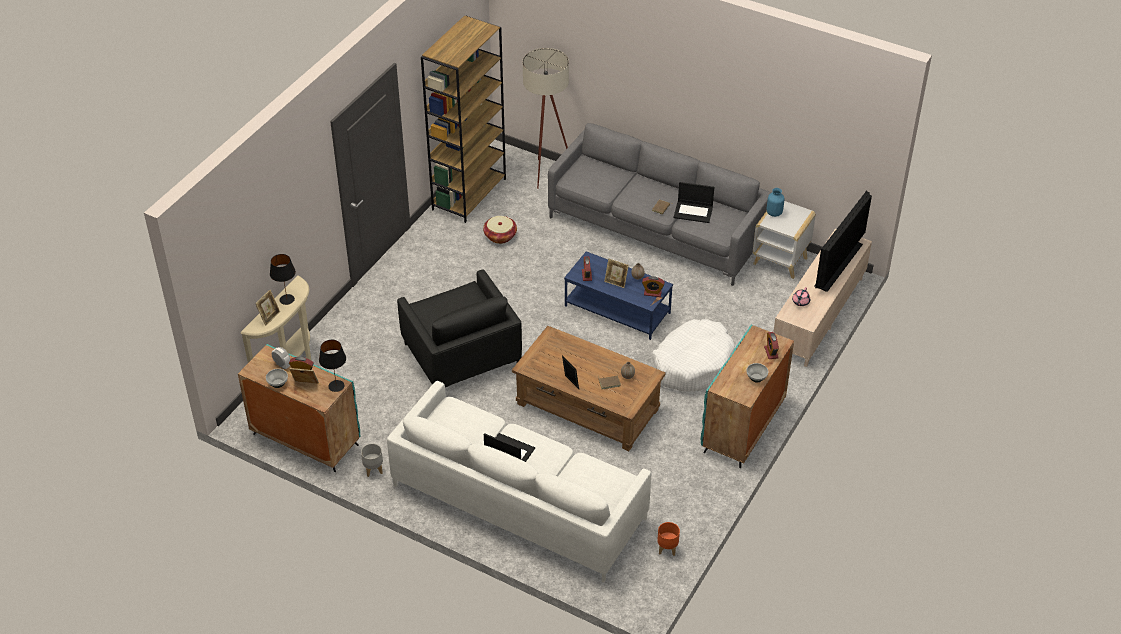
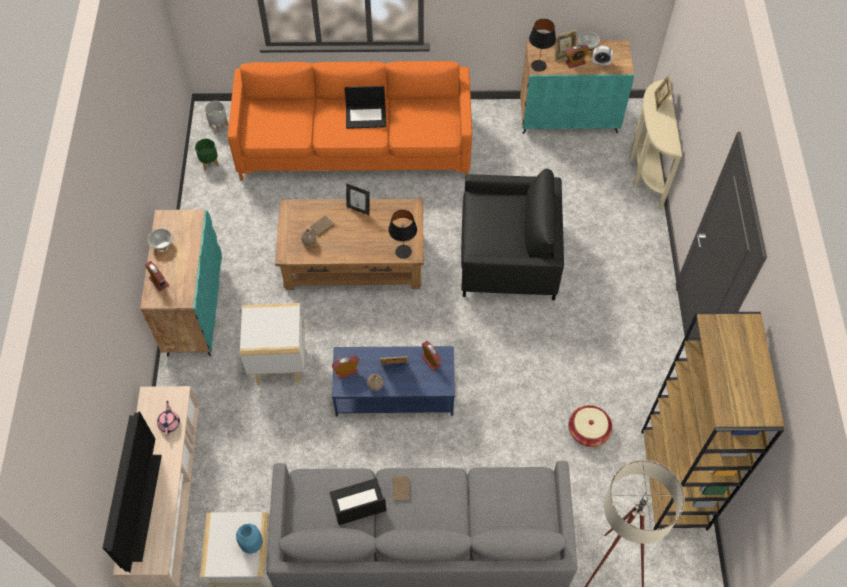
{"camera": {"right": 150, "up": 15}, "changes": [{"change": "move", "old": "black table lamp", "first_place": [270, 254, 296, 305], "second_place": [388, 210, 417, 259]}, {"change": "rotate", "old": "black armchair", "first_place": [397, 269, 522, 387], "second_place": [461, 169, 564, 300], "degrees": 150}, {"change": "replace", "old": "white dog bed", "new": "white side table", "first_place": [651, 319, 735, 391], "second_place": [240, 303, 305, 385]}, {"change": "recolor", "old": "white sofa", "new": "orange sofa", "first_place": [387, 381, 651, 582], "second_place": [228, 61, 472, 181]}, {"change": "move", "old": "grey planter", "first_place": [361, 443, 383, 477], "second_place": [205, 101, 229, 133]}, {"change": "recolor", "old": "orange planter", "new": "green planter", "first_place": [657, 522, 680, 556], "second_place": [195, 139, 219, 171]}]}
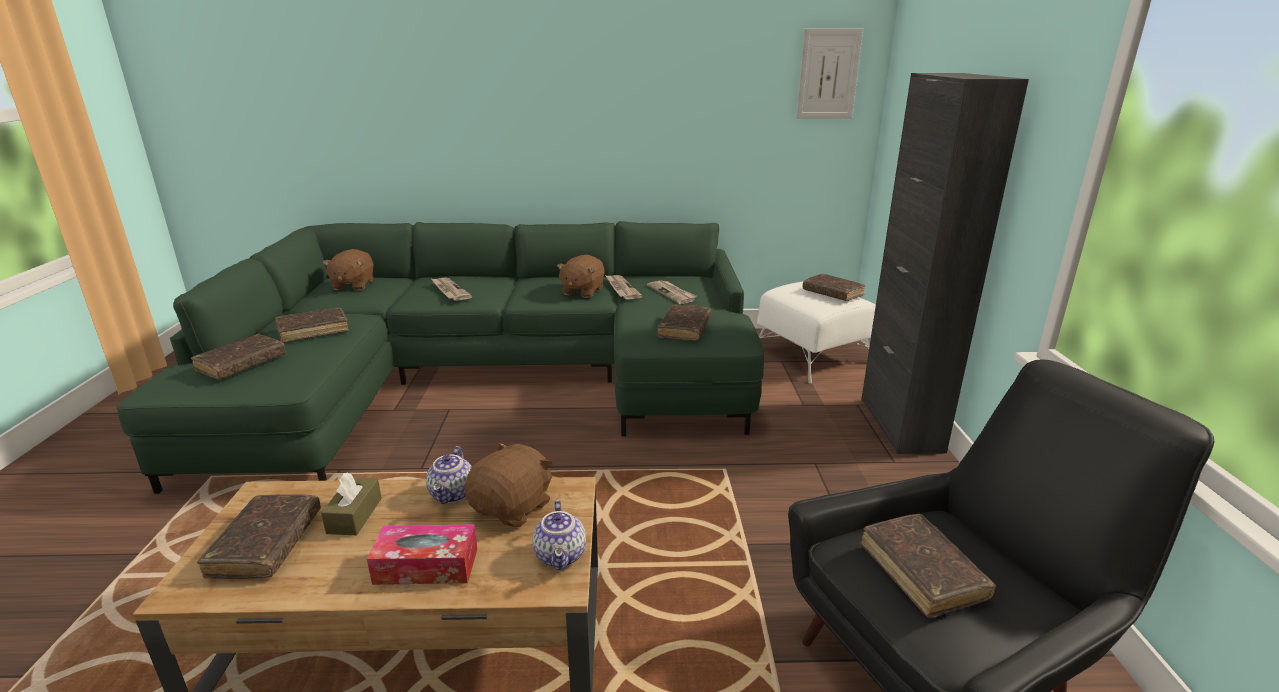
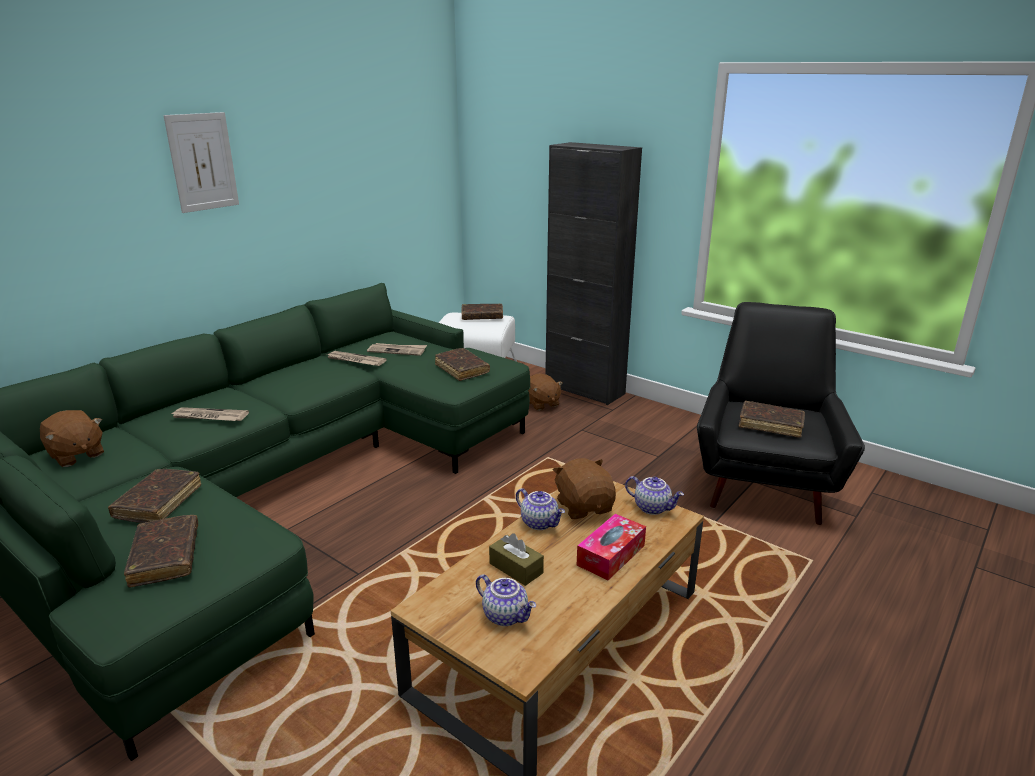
{"camera": {"right": -50, "up": 0}, "changes": [{"change": "move", "old": "picture", "first_place": [796, 28, 863, 119], "second_place": [163, 112, 239, 213]}, {"change": "move", "old": "brown plush toy", "first_place": [557, 255, 605, 298], "second_place": [528, 374, 563, 411]}, {"change": "replace", "old": "brown book", "new": "teapot", "first_place": [197, 494, 321, 579], "second_place": [476, 574, 536, 626]}]}
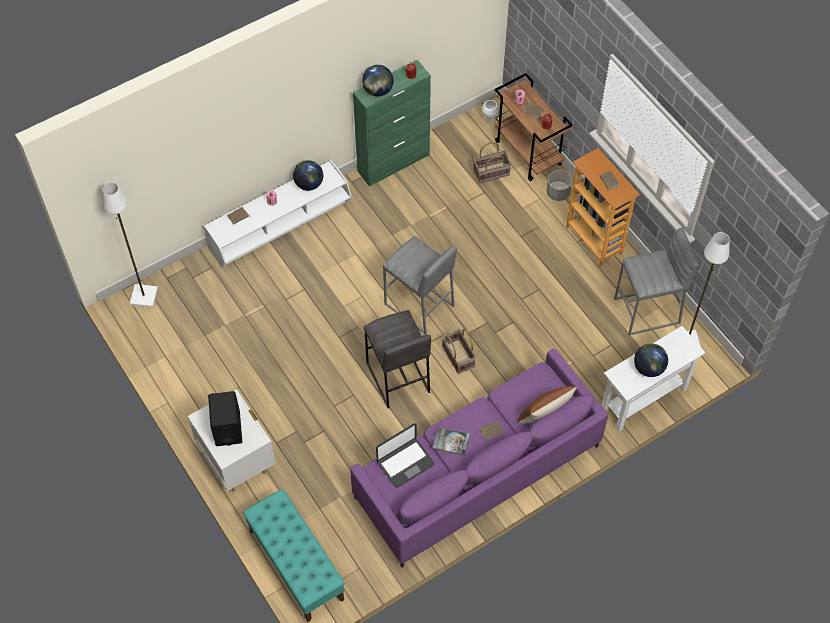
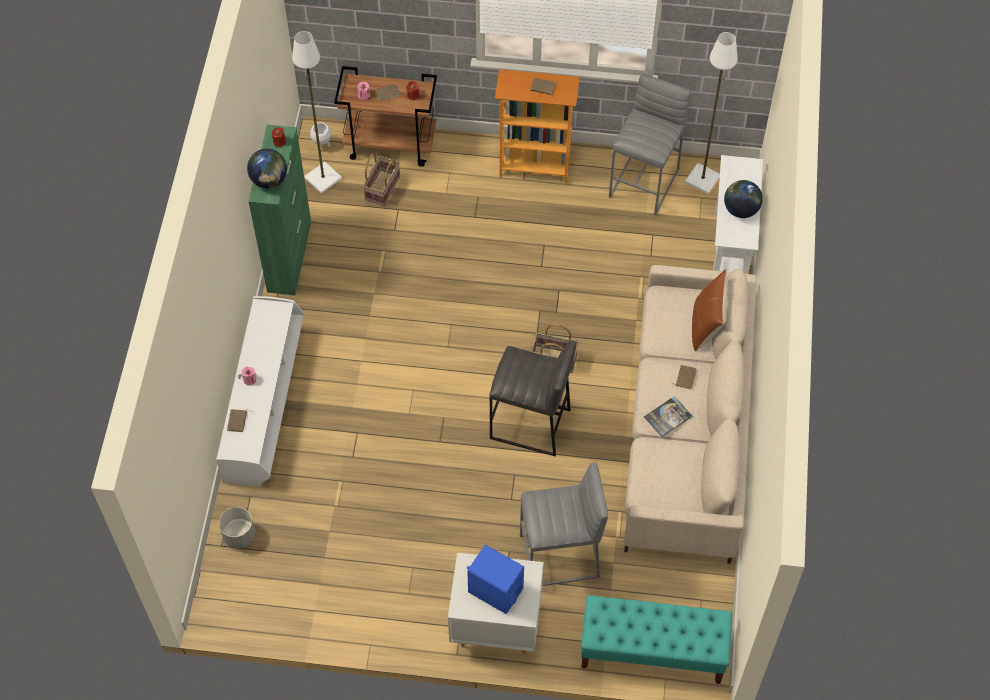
{"camera": {"right": -50, "up": 0}, "changes": [{"change": "delete", "old": "globe", "first_place": [293, 160, 323, 191]}, {"change": "move", "old": "grey planter", "first_place": [546, 170, 572, 201], "second_place": [219, 507, 255, 548]}, {"change": "move", "old": "white floor lamp", "first_place": [102, 182, 158, 307], "second_place": [292, 31, 342, 194]}, {"change": "move", "old": "grey stool", "first_place": [383, 236, 457, 335], "second_place": [520, 463, 608, 586]}, {"change": "recolor", "old": "purple sofa", "new": "beige sofa", "first_place": [350, 349, 608, 567], "second_place": [624, 265, 756, 564]}, {"change": "recolor", "old": "black speaker", "new": "blue speaker", "first_place": [208, 391, 242, 446], "second_place": [467, 545, 524, 614]}, {"change": "delete", "old": "laptop", "first_place": [376, 423, 435, 488]}]}
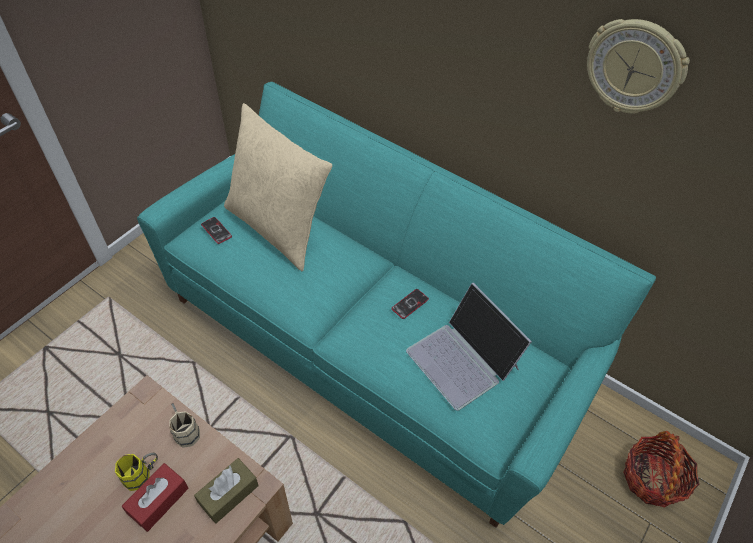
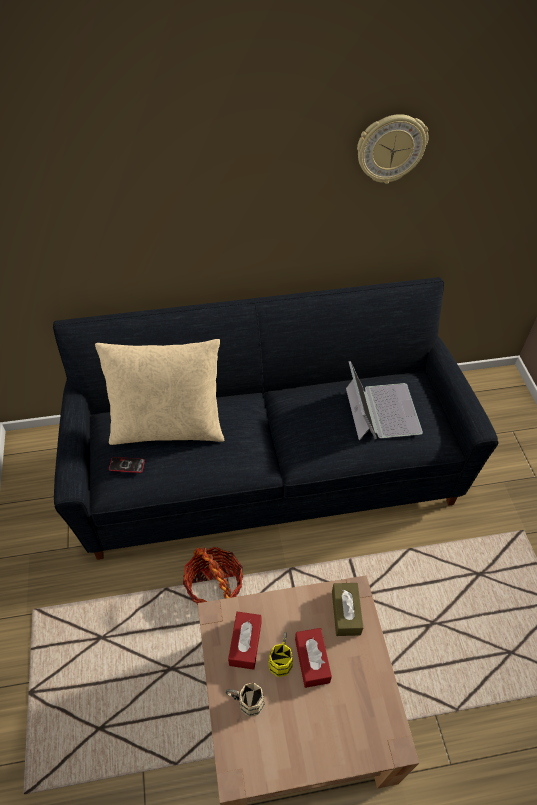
{"camera": {"right": -45, "up": 0}, "changes": [{"change": "recolor", "old": "turquoise sofa", "new": "black sofa", "first_place": [137, 82, 656, 528], "second_place": [53, 277, 498, 560]}, {"change": "rotate", "old": "laptop", "first_place": [406, 283, 532, 411], "second_place": [346, 361, 423, 440], "degrees": -105}, {"change": "delete", "old": "phone", "first_place": [391, 289, 429, 319]}, {"change": "move", "old": "beige mug", "first_place": [169, 403, 200, 448], "second_place": [226, 683, 264, 717]}, {"change": "move", "old": "basket", "first_place": [623, 431, 699, 507], "second_place": [183, 547, 243, 606]}, {"change": "insert", "new": "red tissue box", "second_place": [228, 612, 262, 670]}]}
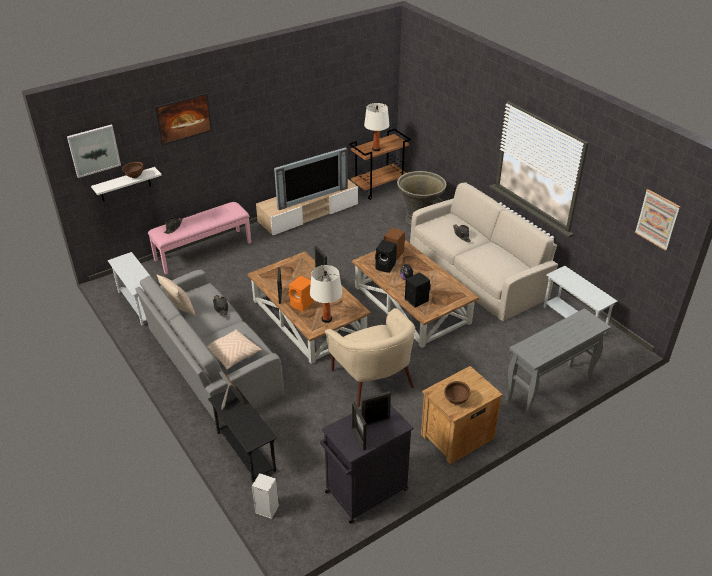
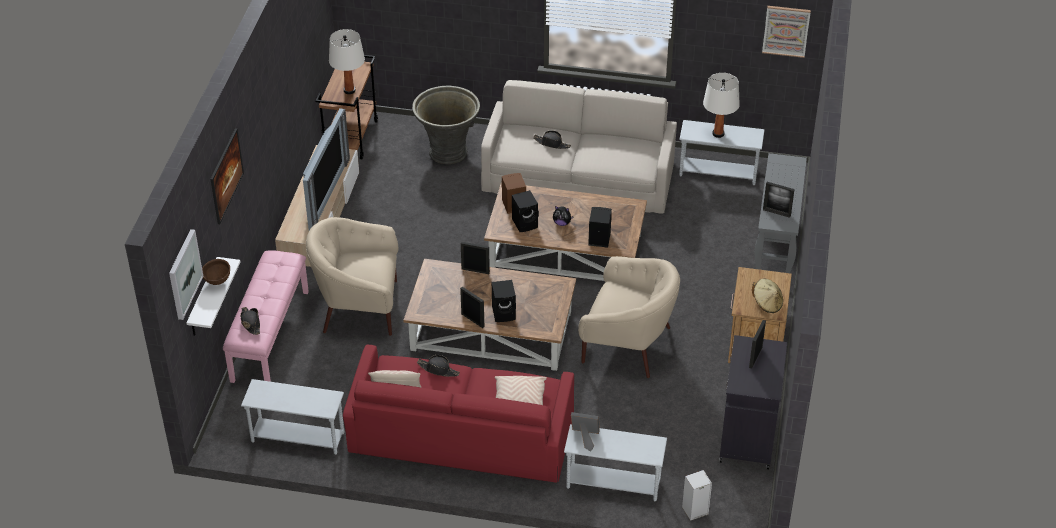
{"camera": {"right": -45, "up": 5}, "changes": [{"change": "move", "old": "white table lamp", "first_place": [310, 265, 342, 323], "second_place": [703, 73, 740, 138]}, {"change": "recolor", "old": "grey sofa", "new": "red sofa", "first_place": [135, 269, 284, 426], "second_place": [343, 345, 574, 483]}, {"change": "recolor", "old": "orange speaker", "new": "black speaker", "first_place": [289, 276, 314, 311], "second_place": [492, 280, 516, 322]}, {"change": "replace", "old": "brown bowl", "new": "beige hat", "first_place": [444, 381, 470, 405], "second_place": [752, 279, 783, 313]}, {"change": "recolor", "old": "black side table", "new": "white side table", "first_place": [208, 386, 277, 483], "second_place": [564, 424, 667, 502]}, {"change": "move", "old": "picture frame", "first_place": [352, 402, 367, 451], "second_place": [763, 182, 795, 218]}, {"change": "insert", "new": "beige armchair", "second_place": [306, 217, 398, 336]}]}
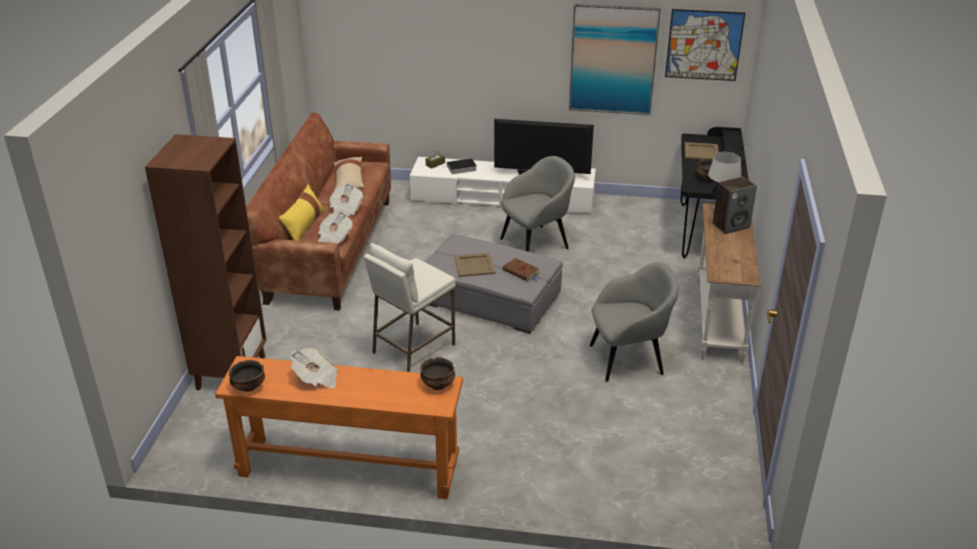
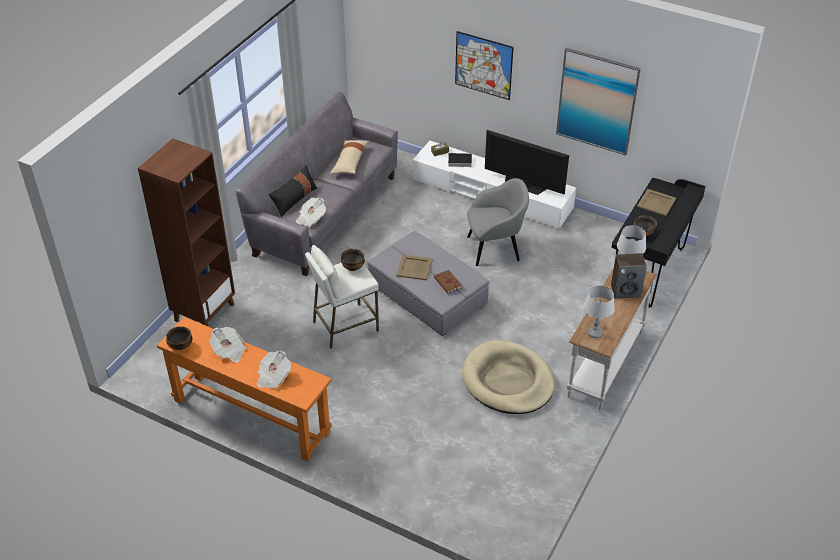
{"camera": {"right": 20, "up": 10}, "changes": [{"change": "move", "old": "picture", "first_place": [665, 9, 745, 81], "second_place": [455, 31, 513, 100]}, {"change": "recolor", "old": "brown sofa", "new": "grey sofa", "first_place": [246, 113, 391, 311], "second_place": [236, 92, 398, 276]}, {"change": "move", "old": "newspaper", "first_place": [329, 183, 363, 216], "second_place": [257, 351, 291, 389]}, {"change": "recolor", "old": "yellow pillow", "new": "black pillow", "first_place": [279, 185, 325, 241], "second_place": [269, 165, 317, 217]}, {"change": "replace", "old": "grey armchair", "new": "beige dog bed", "first_place": [590, 263, 679, 382], "second_place": [462, 340, 555, 414]}, {"change": "move", "old": "bowl", "first_place": [420, 357, 455, 390], "second_place": [341, 248, 365, 271]}, {"change": "insert", "new": "grey table lamp", "second_place": [583, 285, 615, 338]}]}
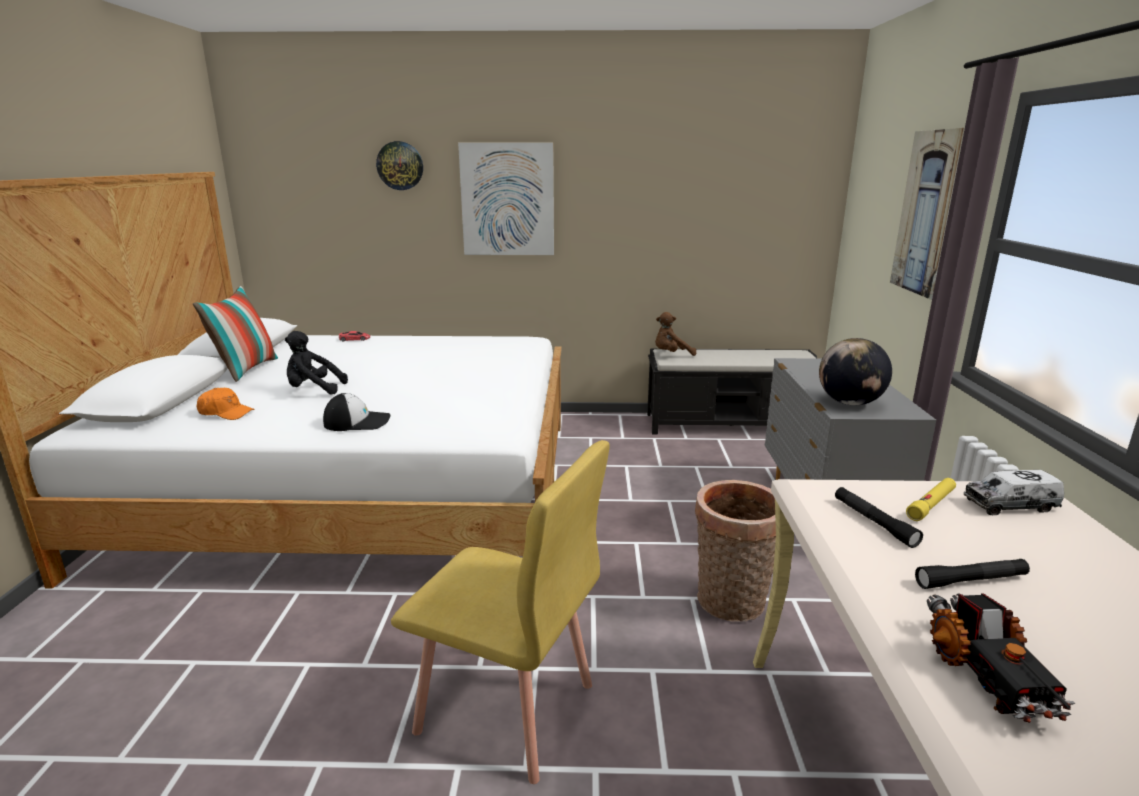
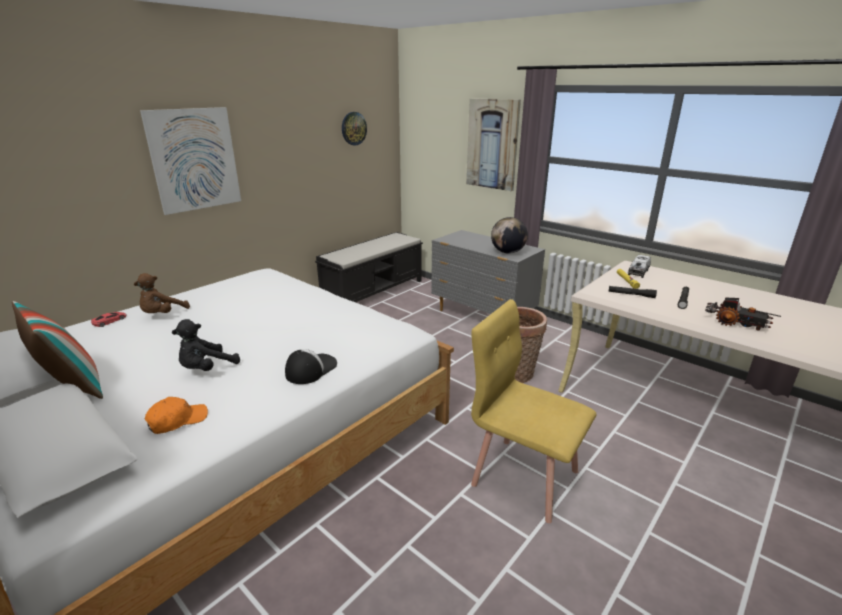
{"camera": {"right": -50, "up": 5}, "changes": [{"change": "move", "old": "wall clock", "first_place": [376, 141, 423, 190], "second_place": [342, 112, 367, 145]}, {"change": "move", "old": "brown plush toy", "first_place": [655, 312, 696, 356], "second_place": [134, 273, 190, 313]}, {"change": "rotate", "old": "yellow chair", "first_place": [391, 440, 610, 784], "second_place": [471, 299, 597, 523], "degrees": -120}]}
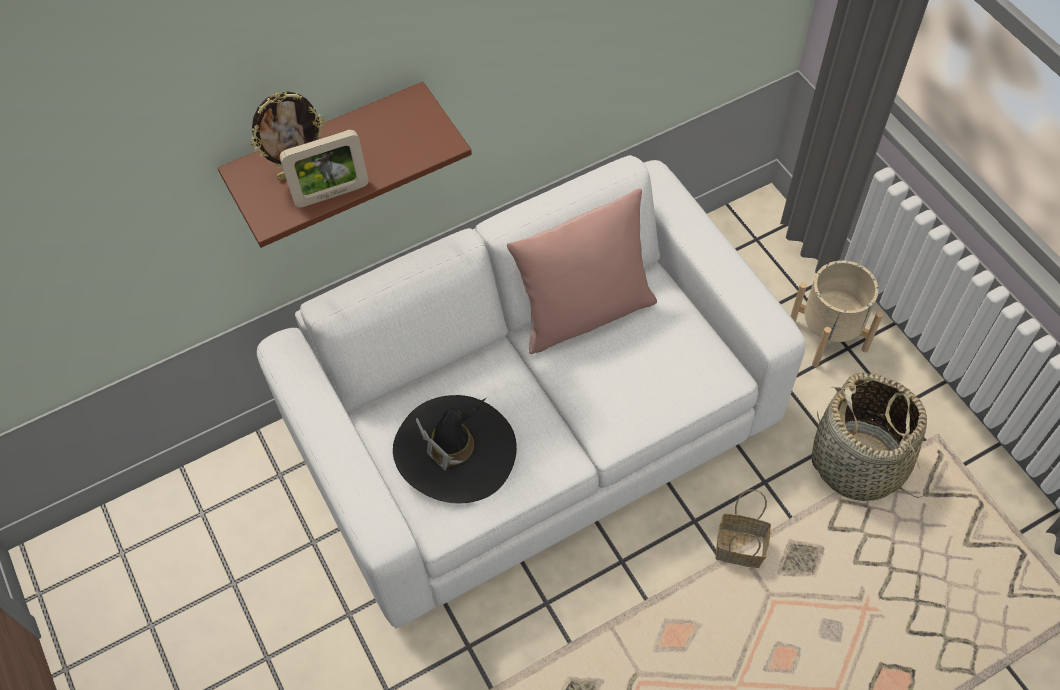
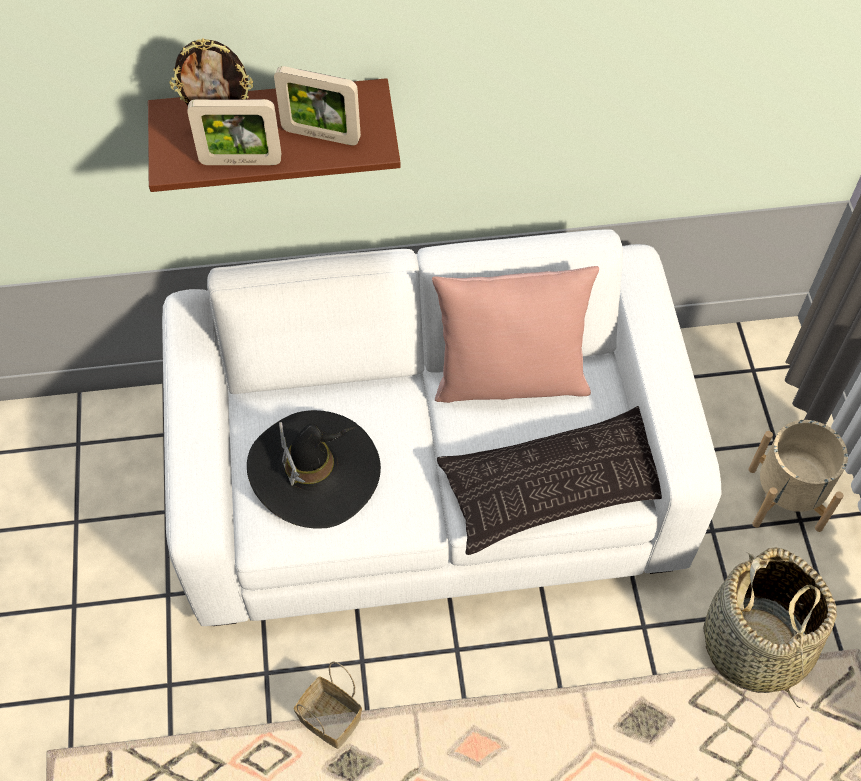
{"camera": {"right": 20, "up": 0}, "changes": [{"change": "move", "old": "basket", "first_place": [716, 489, 771, 568], "second_place": [294, 661, 362, 749]}, {"change": "insert", "new": "picture frame", "second_place": [274, 66, 361, 145]}, {"change": "insert", "new": "pillow", "second_place": [437, 406, 662, 555]}]}
